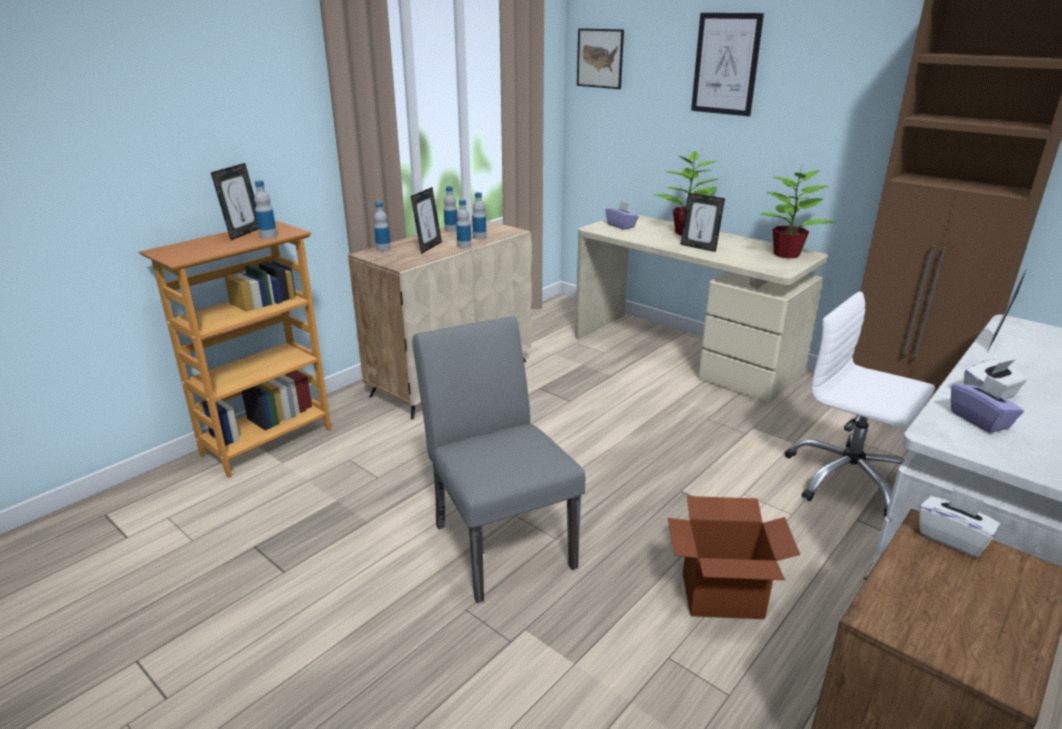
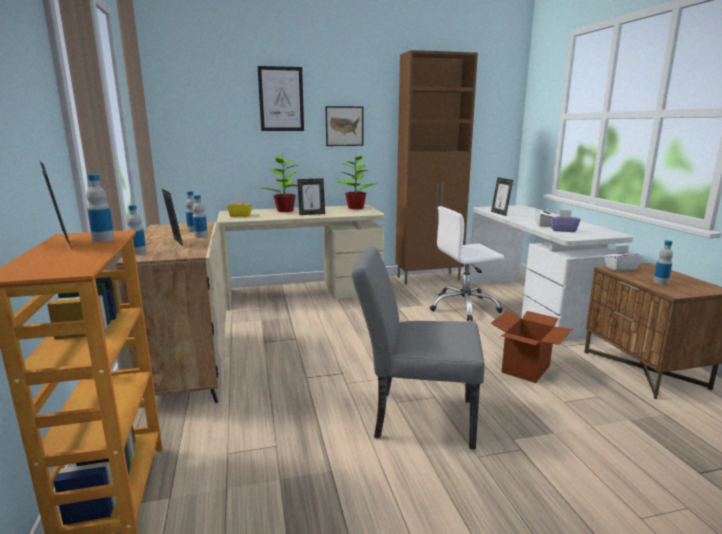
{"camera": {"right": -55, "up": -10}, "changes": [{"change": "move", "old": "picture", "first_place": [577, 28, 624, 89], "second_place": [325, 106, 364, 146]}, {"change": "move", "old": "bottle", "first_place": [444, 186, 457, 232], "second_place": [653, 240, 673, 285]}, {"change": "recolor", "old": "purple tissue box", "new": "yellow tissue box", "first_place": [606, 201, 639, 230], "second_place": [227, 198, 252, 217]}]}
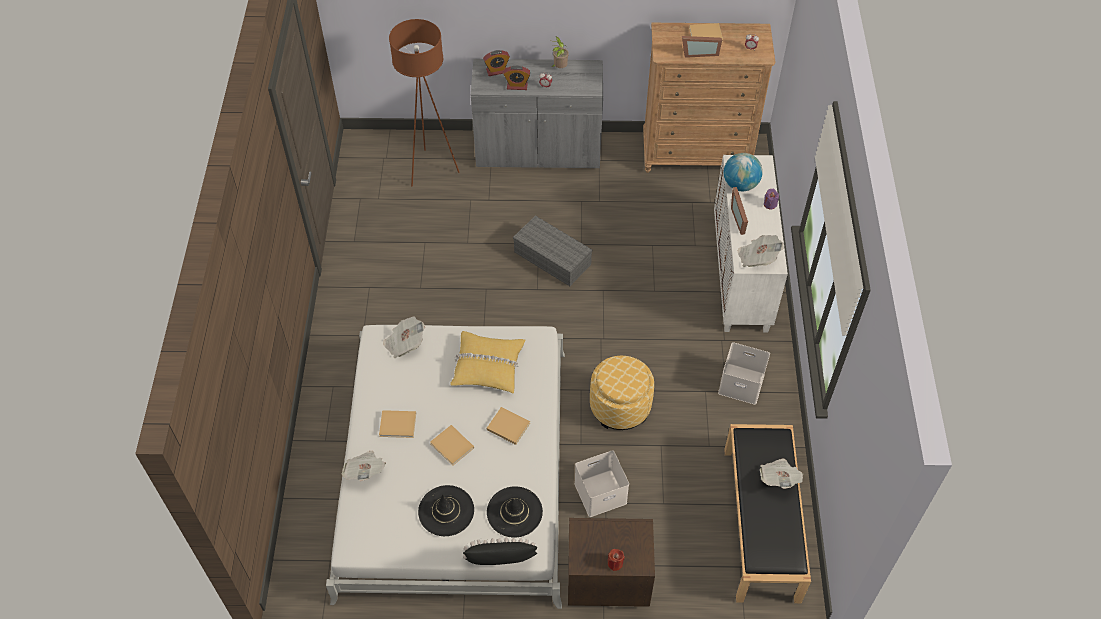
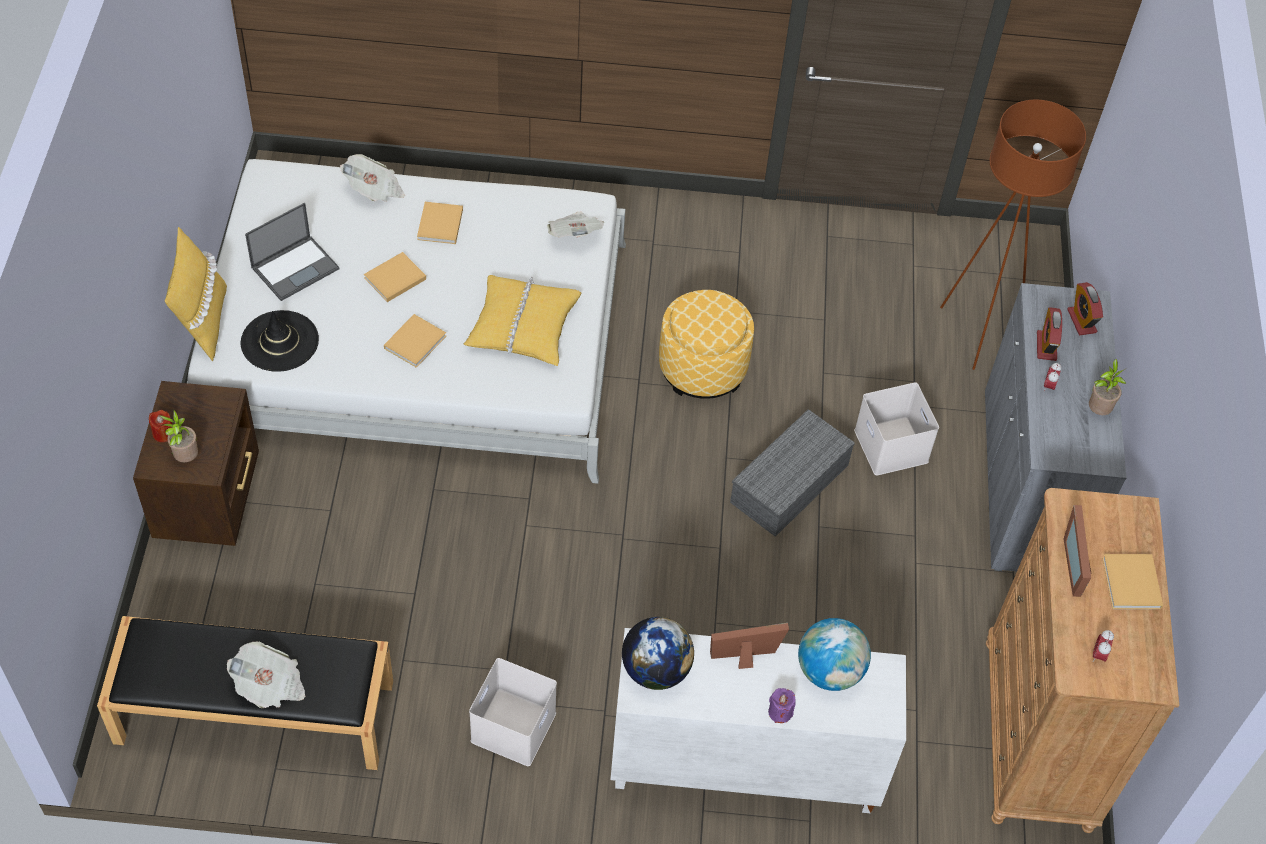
{"camera": {"right": 90, "up": 0}, "changes": [{"change": "replace", "old": "newspaper", "new": "globe", "first_place": [737, 235, 784, 267], "second_place": [622, 617, 694, 690]}, {"change": "move", "old": "ottoman", "first_place": [590, 356, 654, 430], "second_place": [659, 290, 754, 399]}, {"change": "move", "old": "white storage box", "first_place": [574, 450, 629, 517], "second_place": [854, 382, 939, 475]}, {"change": "replace", "old": "black hat", "new": "laptop", "first_place": [418, 485, 474, 536], "second_place": [245, 202, 339, 301]}, {"change": "recolor", "old": "black pillow", "new": "yellow pillow", "first_place": [463, 537, 537, 565], "second_place": [165, 227, 227, 361]}, {"change": "insert", "new": "potted plant", "second_place": [160, 409, 198, 462]}]}
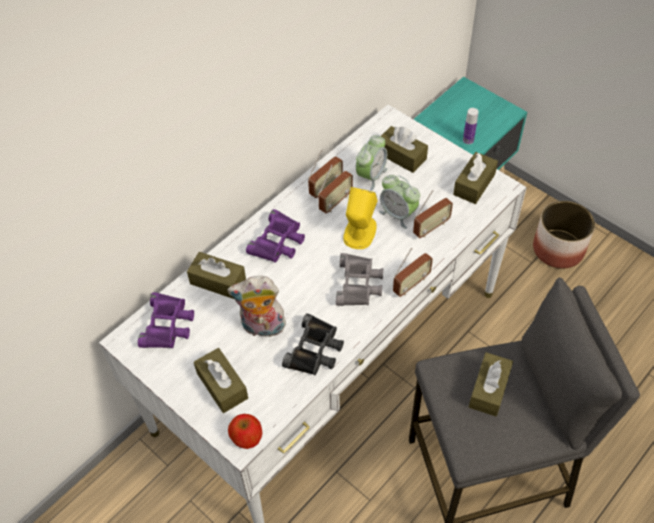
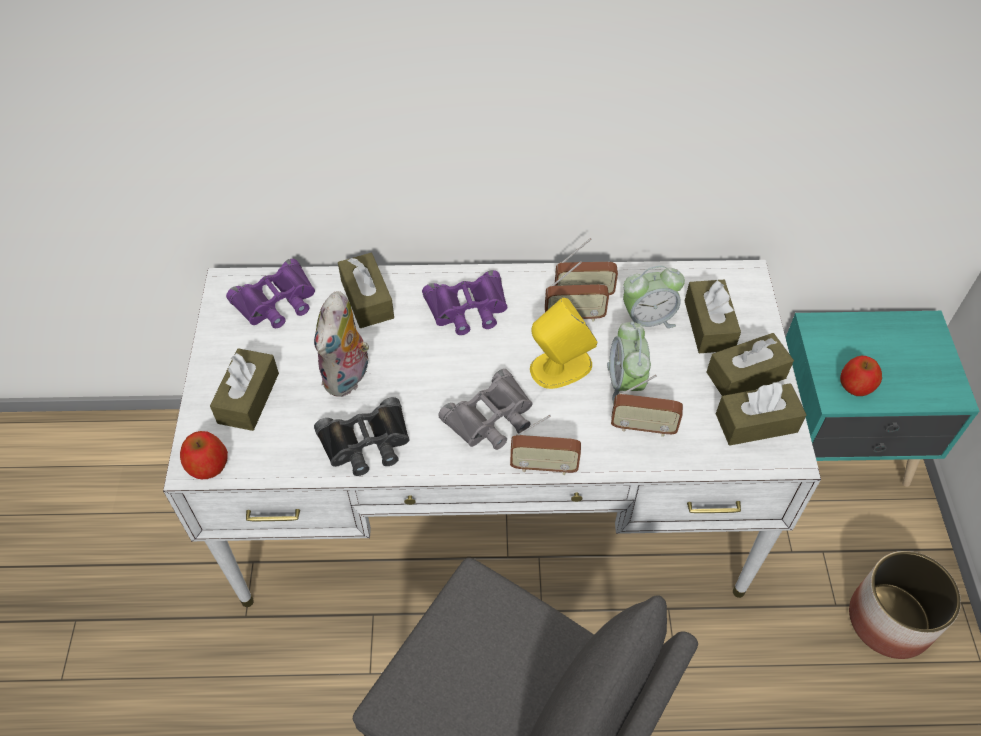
{"camera": {"right": 45, "up": 0}, "changes": [{"change": "replace", "old": "bottle", "new": "apple", "first_place": [463, 108, 478, 144], "second_place": [840, 356, 882, 396]}, {"change": "rotate", "old": "plush toy", "first_place": [227, 276, 286, 337], "second_place": [314, 291, 369, 397], "degrees": -120}, {"change": "move", "old": "brown tissue box", "first_place": [469, 352, 513, 416], "second_place": [706, 333, 794, 396]}]}
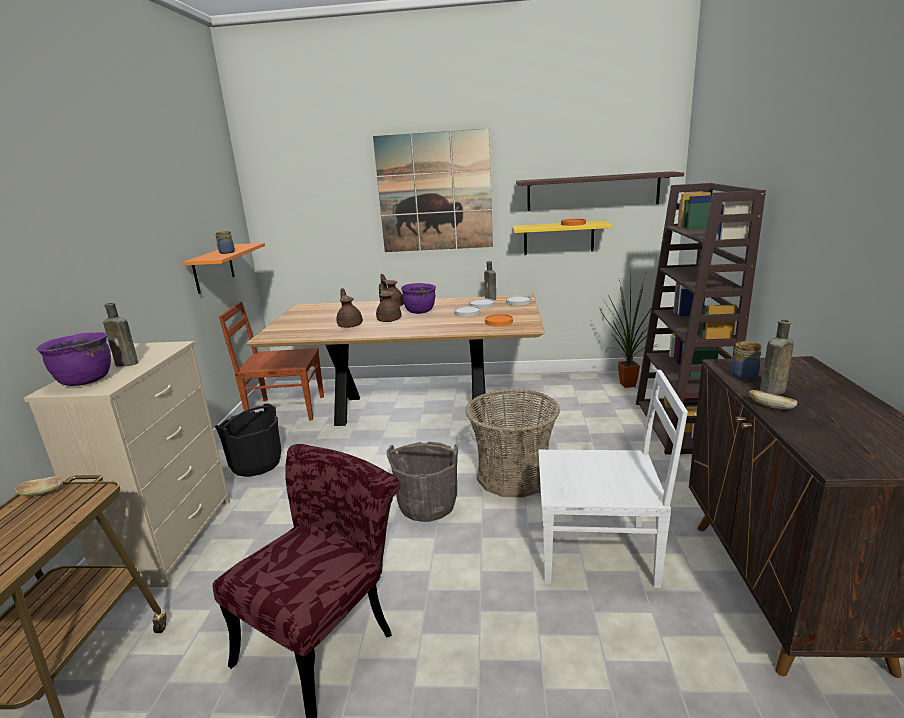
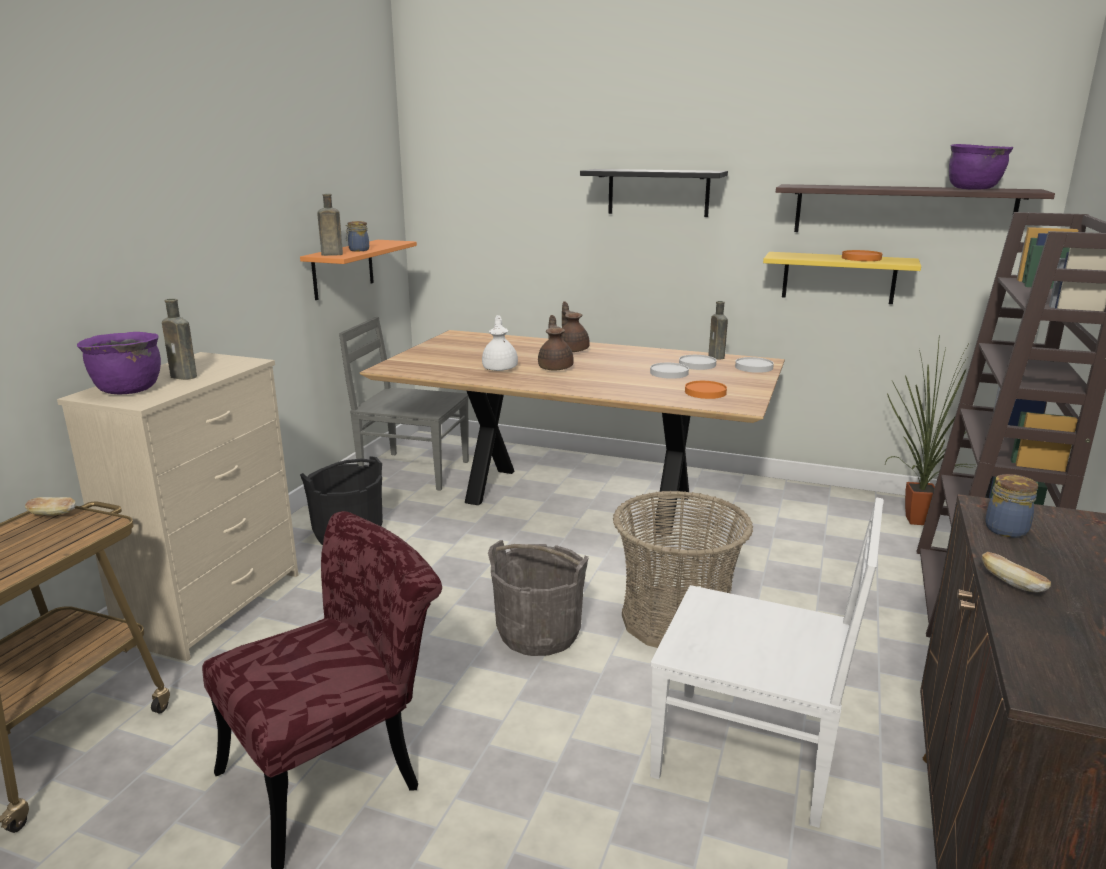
{"camera": {"right": 15, "up": 0}, "changes": [{"change": "replace", "old": "picture", "new": "black shelf", "first_place": [373, 128, 493, 252], "second_place": [580, 169, 728, 217]}, {"change": "move", "old": "purple cooking pot", "first_place": [401, 283, 436, 314], "second_place": [949, 144, 1013, 190]}, {"change": "recolor", "old": "brown teapot", "new": "white teapot", "first_place": [336, 288, 363, 328], "second_place": [482, 315, 518, 371]}, {"change": "recolor", "old": "brown chair", "new": "grey chair", "first_place": [219, 301, 324, 420], "second_place": [339, 317, 469, 491]}, {"change": "move", "old": "brown bottle", "first_place": [760, 319, 794, 395], "second_place": [317, 194, 343, 256]}]}
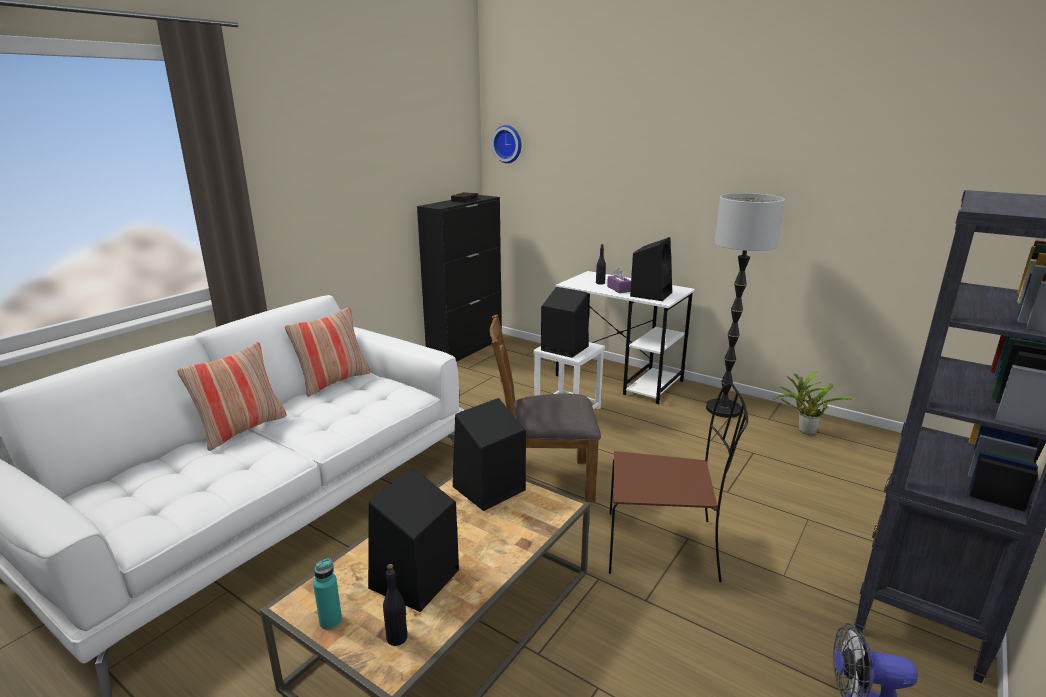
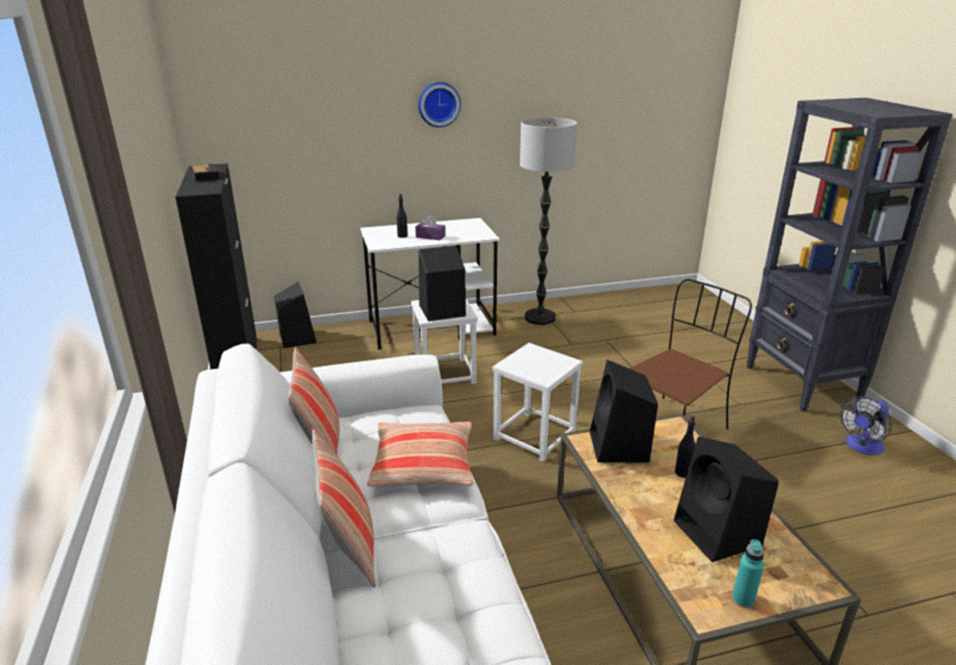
{"camera": {"right": -50, "up": 5}, "changes": [{"change": "move", "old": "wall clock", "first_place": [491, 125, 522, 163], "second_place": [418, 82, 461, 127]}, {"change": "move", "old": "black speaker", "first_place": [630, 237, 672, 301], "second_place": [274, 281, 317, 348]}, {"change": "replace", "old": "brown chair", "new": "white stool", "first_place": [489, 314, 601, 502], "second_place": [492, 343, 583, 462]}, {"change": "delete", "old": "potted plant", "first_place": [773, 371, 854, 435]}, {"change": "move", "old": "black bottle", "first_place": [383, 564, 408, 646], "second_place": [675, 415, 695, 478]}, {"change": "insert", "new": "pillow", "second_place": [367, 421, 473, 487]}]}
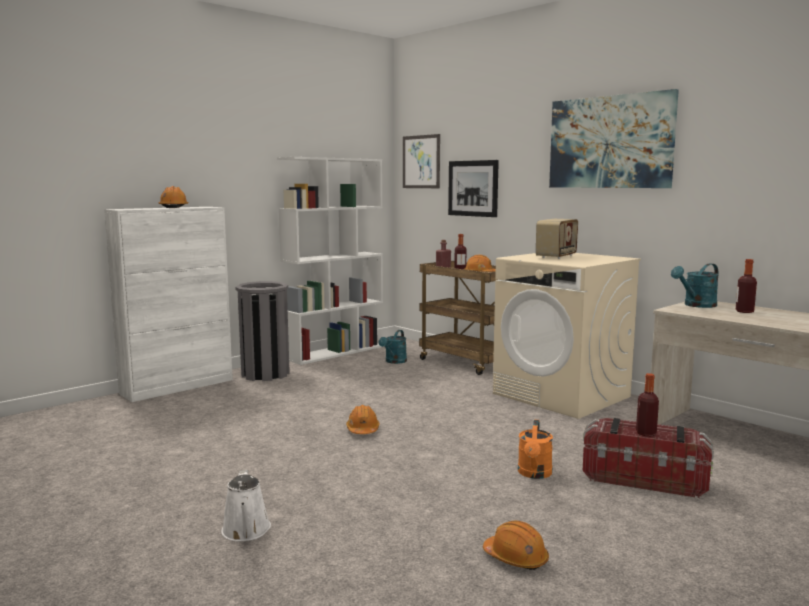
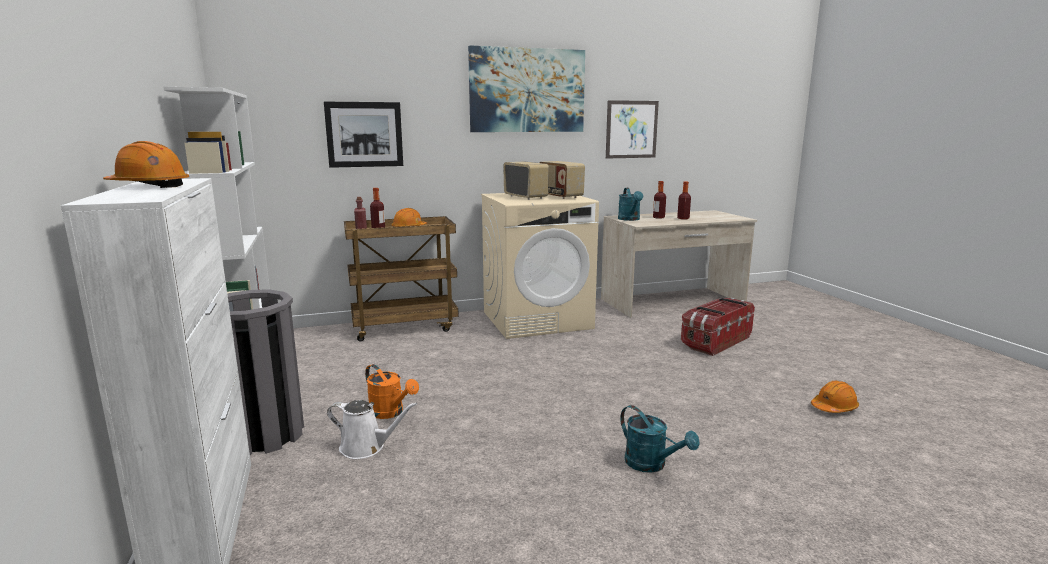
{"camera": {"right": -65, "up": 5}, "changes": [{"change": "move", "old": "picture", "first_place": [403, 134, 440, 188], "second_place": [606, 100, 659, 159]}, {"change": "move", "old": "turquoise watering can", "first_place": [379, 330, 407, 364], "second_place": [620, 405, 700, 473]}, {"change": "move", "old": "bottle", "first_place": [636, 373, 659, 436], "second_place": [677, 182, 691, 220]}, {"change": "delete", "old": "orange hard hat", "first_place": [346, 405, 379, 434]}, {"change": "move", "old": "orange watering can", "first_place": [518, 420, 553, 479], "second_place": [365, 364, 419, 419]}, {"change": "move", "old": "white watering can", "first_place": [221, 470, 271, 541], "second_place": [327, 400, 417, 459]}, {"change": "insert", "new": "radio", "second_place": [539, 161, 585, 199]}]}
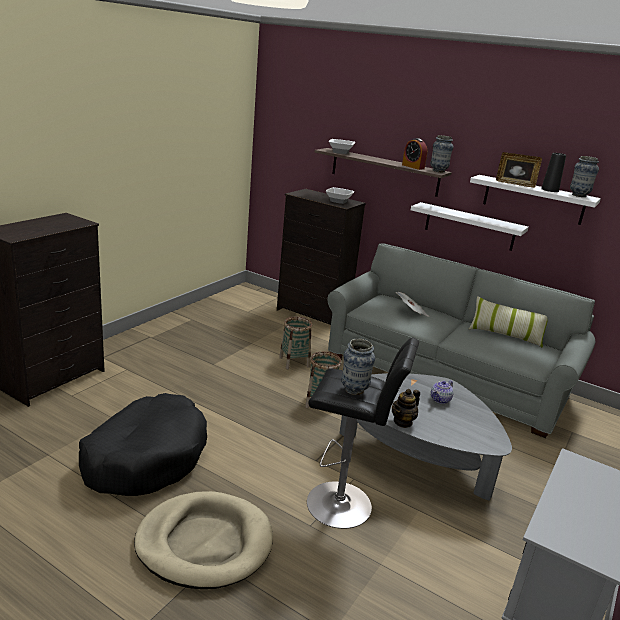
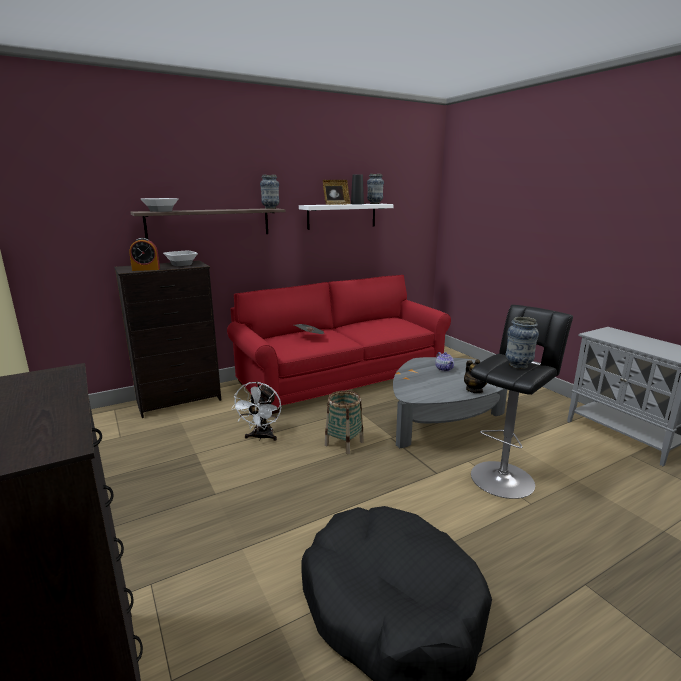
{"camera": {"right": -60, "up": -5}, "changes": [{"change": "move", "old": "alarm clock", "first_place": [402, 138, 427, 170], "second_place": [129, 238, 160, 271]}, {"change": "delete", "old": "white shelf", "first_place": [411, 202, 529, 251]}, {"change": "recolor", "old": "grey sofa", "new": "red sofa", "first_place": [328, 243, 595, 438], "second_place": [227, 275, 451, 414]}, {"change": "delete", "old": "pillow", "first_place": [469, 296, 547, 347]}, {"change": "replace", "old": "basket", "new": "white fan", "first_place": [279, 317, 312, 369], "second_place": [231, 382, 281, 441]}, {"change": "delete", "old": "beige dog bed", "first_place": [134, 491, 273, 589]}]}
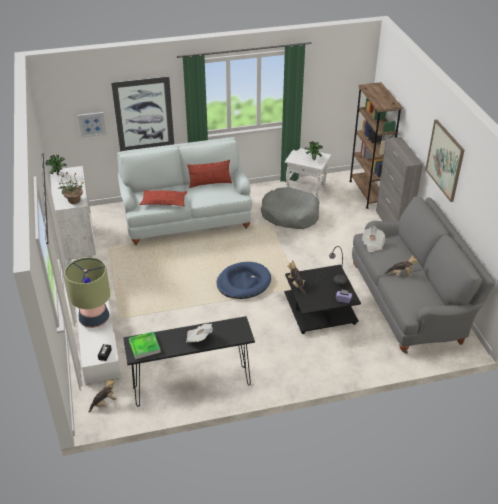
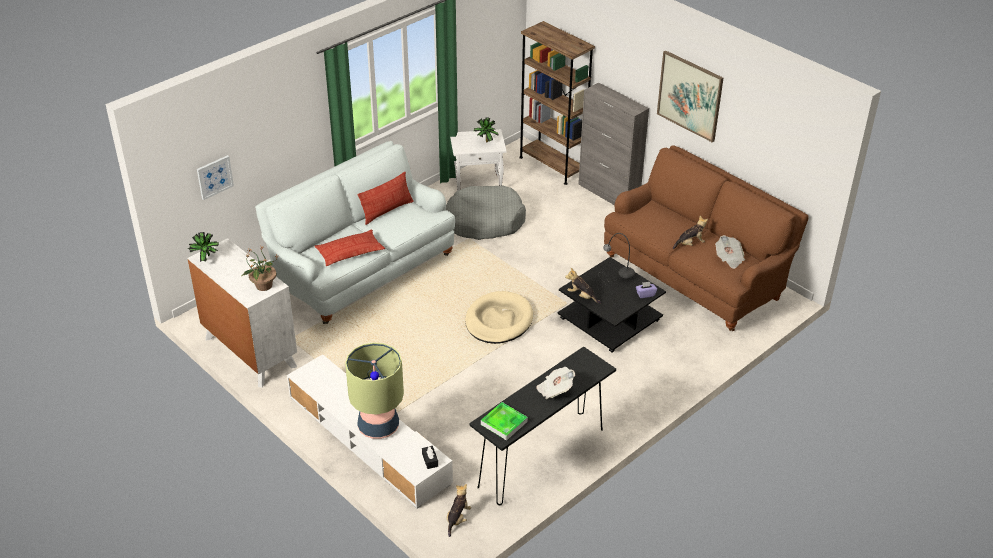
{"camera": {"right": -30, "up": 0}, "changes": [{"change": "delete", "old": "picture", "first_place": [111, 76, 174, 152]}, {"change": "recolor", "old": "grey sofa", "new": "brown sofa", "first_place": [352, 197, 496, 354], "second_place": [604, 145, 809, 331]}, {"change": "move", "old": "newspaper", "first_place": [362, 226, 385, 252], "second_place": [715, 235, 745, 269]}, {"change": "recolor", "old": "blue dog bed", "new": "beige dog bed", "first_place": [216, 262, 271, 299], "second_place": [465, 291, 533, 344]}]}
